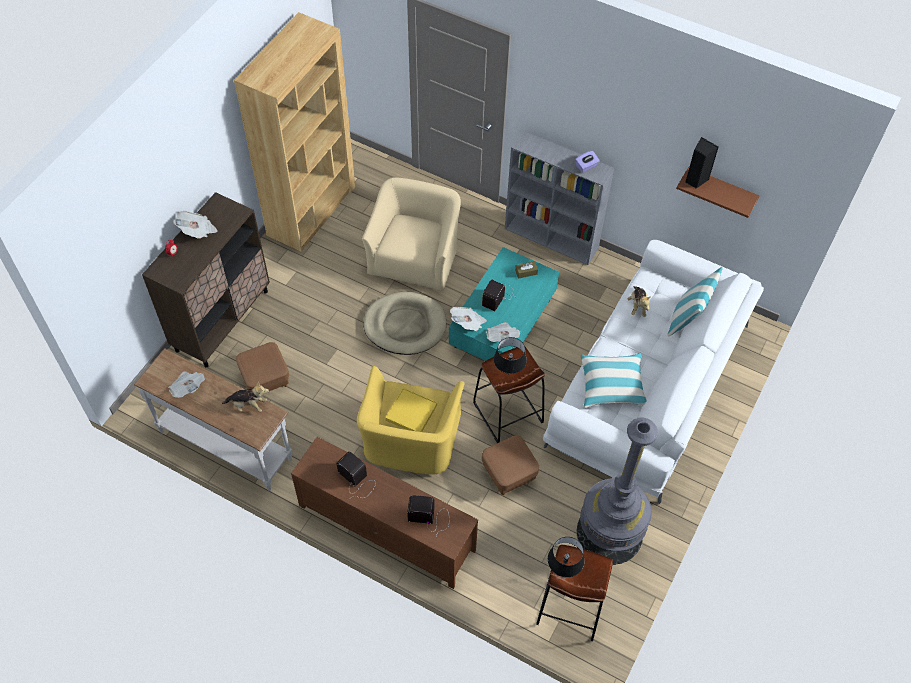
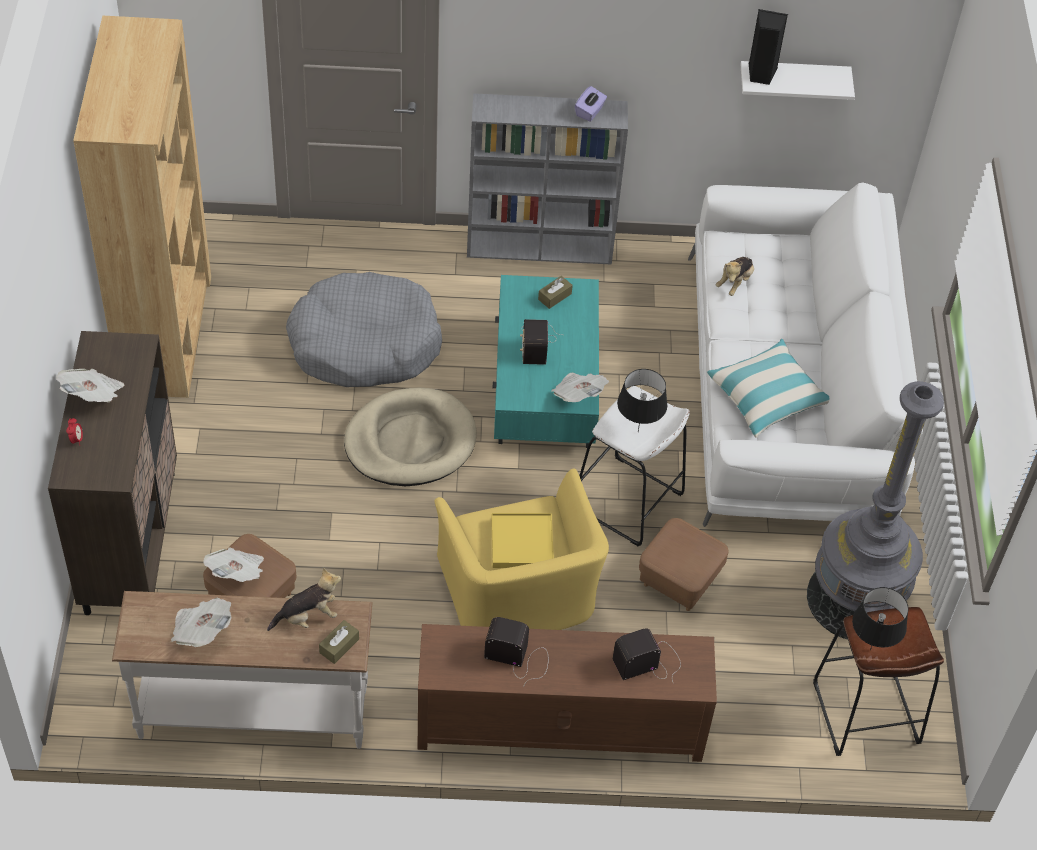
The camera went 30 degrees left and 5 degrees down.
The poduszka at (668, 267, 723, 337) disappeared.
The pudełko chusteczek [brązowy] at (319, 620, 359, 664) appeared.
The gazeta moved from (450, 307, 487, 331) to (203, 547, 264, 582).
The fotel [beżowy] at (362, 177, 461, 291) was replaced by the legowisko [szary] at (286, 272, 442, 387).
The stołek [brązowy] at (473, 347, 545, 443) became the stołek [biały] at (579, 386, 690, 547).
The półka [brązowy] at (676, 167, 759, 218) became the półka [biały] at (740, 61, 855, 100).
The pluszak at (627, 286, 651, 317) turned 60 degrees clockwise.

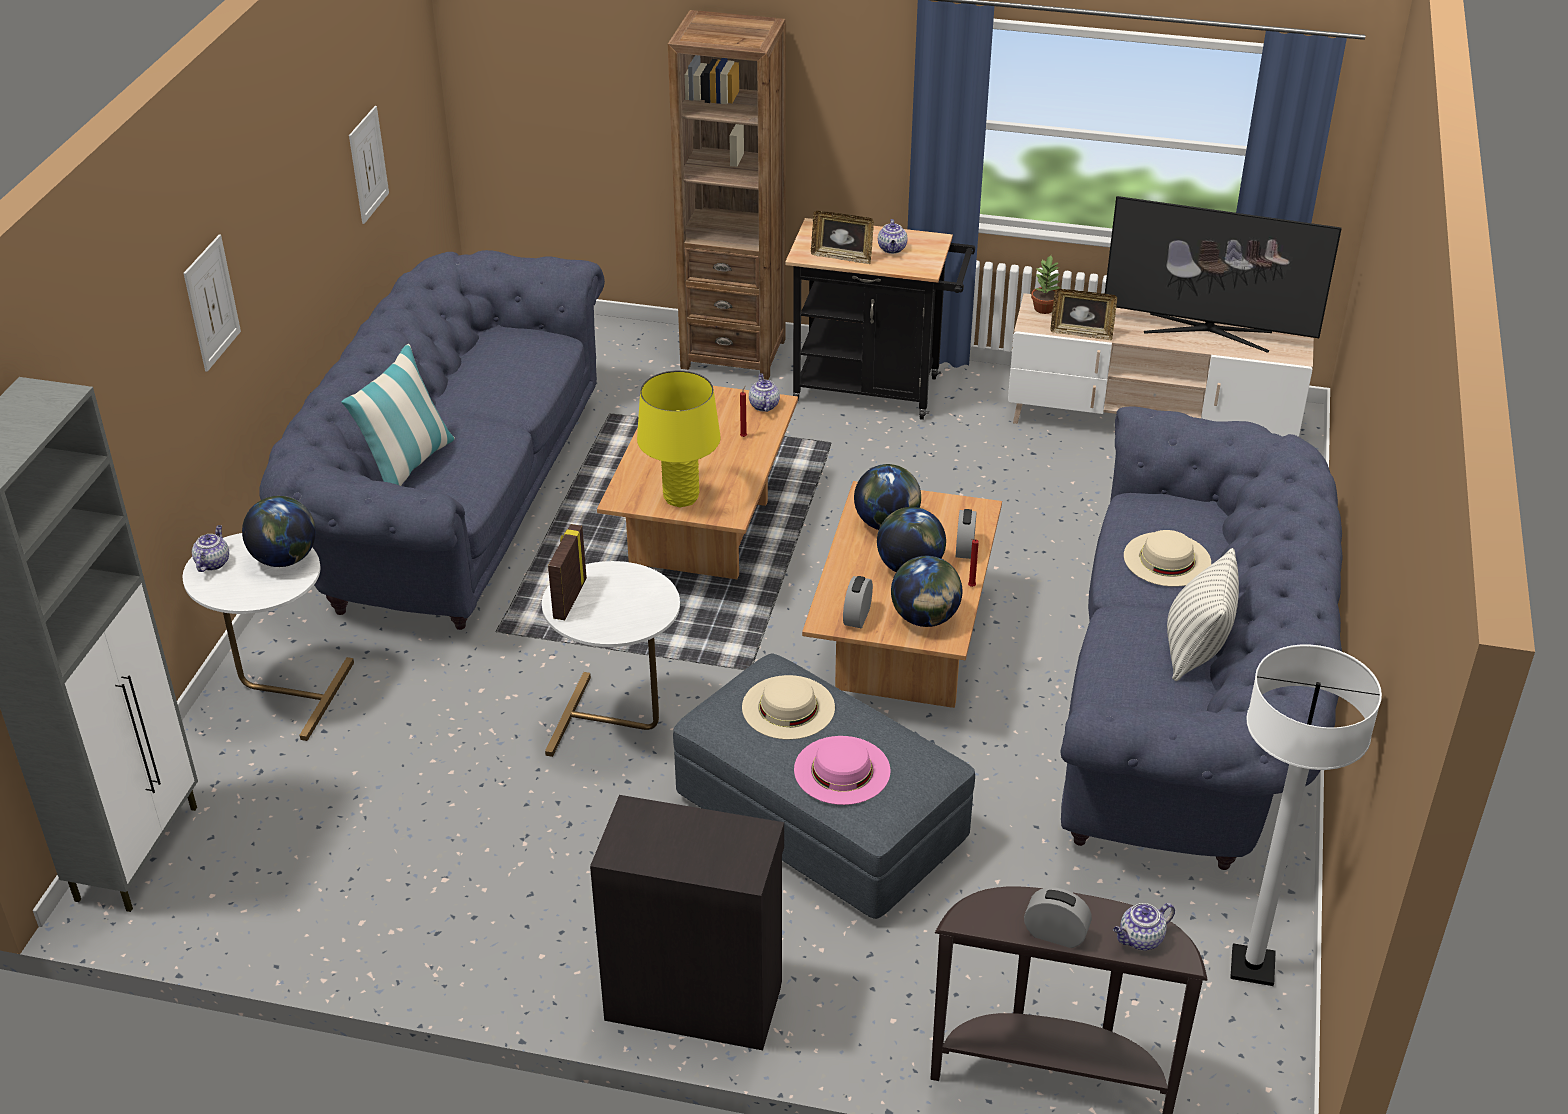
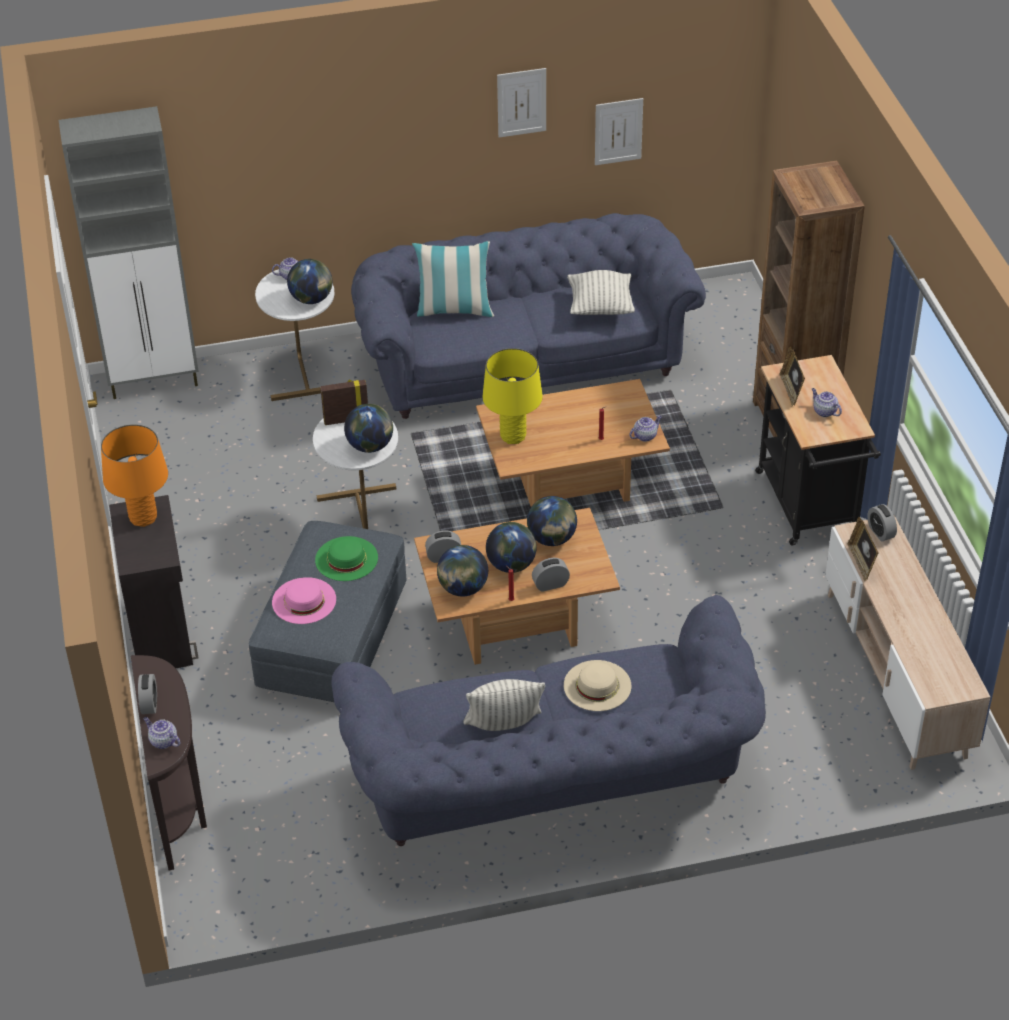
The camera went 65 degrees right and 5 degrees up.
The telewizor at (1105, 196, 1342, 353) disappeared.
The lampa stojąca [biały] at (1230, 645, 1382, 986) disappeared.
The lampa stołowa [pomarańczowy] at (101, 424, 168, 527) appeared.
The globus at (344, 404, 393, 453) appeared.
The poduszka at (567, 270, 635, 315) appeared.
The obraz moved from (183, 235, 241, 372) to (497, 68, 546, 137).
The roślina doniczkowa at (1031, 256, 1060, 314) was replaced by the budzik at (867, 504, 897, 542).
The kapelusz [beżowy] at (742, 675, 835, 740) became the kapelusz [zielony] at (315, 536, 378, 581).
The imbryk at (878, 219, 908, 254) turned 75 degrees clockwise.

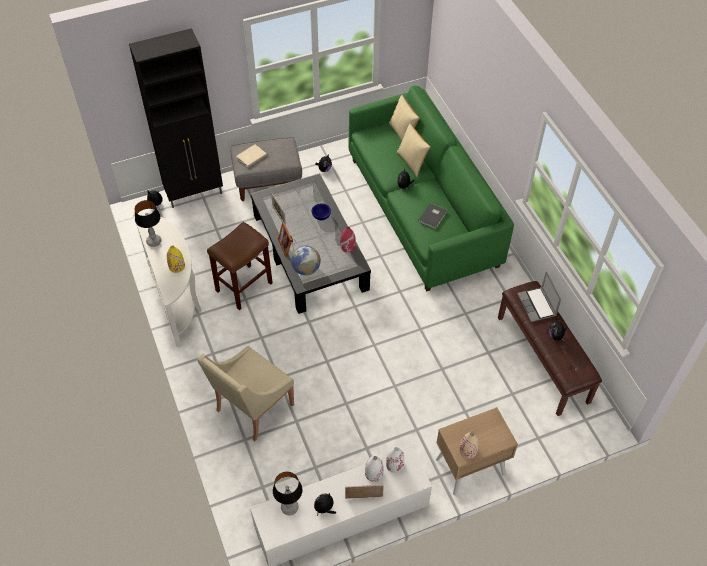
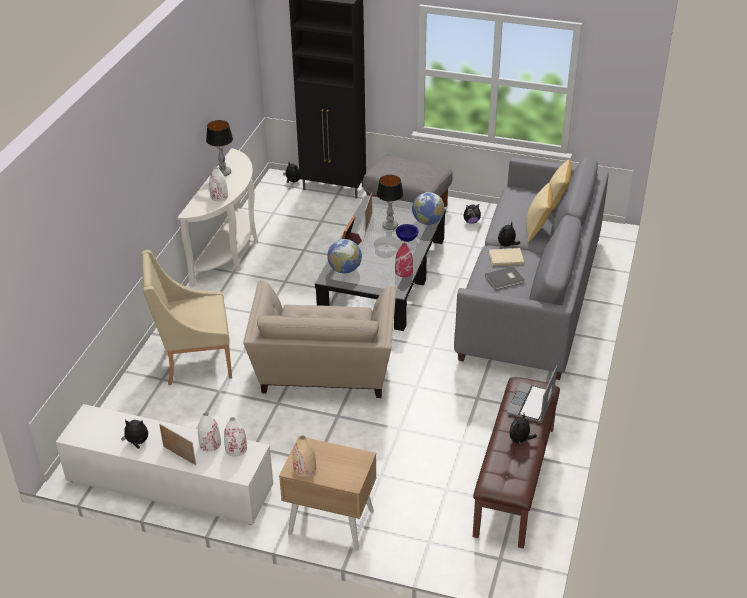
The camera went 40 degrees right and 15 degrees down.
The stołek [brązowy] at (207, 221, 273, 310) disappeared.
The fotel [beżowy] at (243, 281, 397, 398) appeared.
The globus at (412, 192, 445, 225) appeared.
The książka [beżowy] moved from (236, 144, 267, 167) to (489, 248, 524, 266).
The lampa stołowa moved from (273, 472, 303, 515) to (377, 175, 403, 230).
The wazon [żółty] at (167, 245, 185, 273) became the wazon [biały] at (209, 167, 228, 202).
The kanapa [zielony] at (348, 86, 514, 291) became the kanapa [szary] at (454, 157, 608, 380).

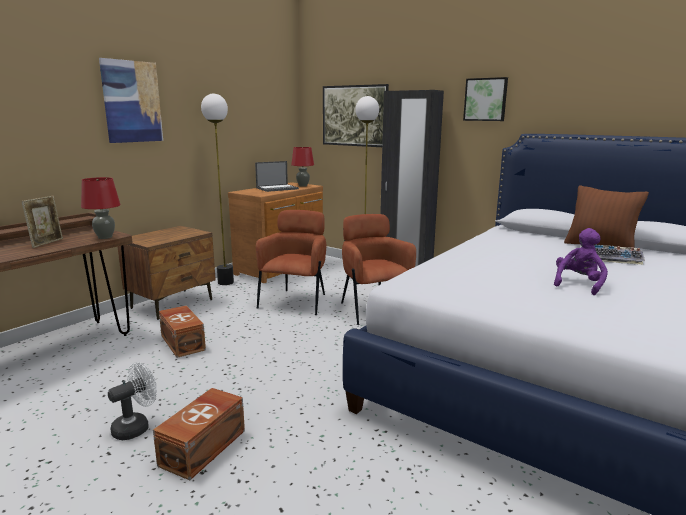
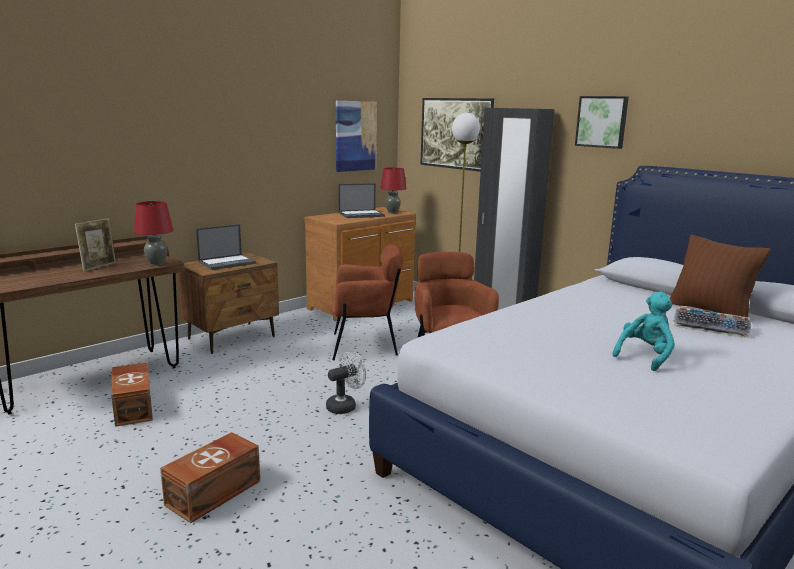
The camera went 10 degrees right and 0 degrees up.
The lampa stojąca at (201, 94, 234, 285) disappeared.
The laptop at (196, 224, 256, 270) appeared.
The obraz moved from (99, 58, 163, 143) to (336, 101, 377, 172).
The wentylator [biały] moved from (108, 362, 157, 440) to (326, 351, 366, 414).
The pojemnik do przechowywania [brązowy] moved from (159, 306, 206, 358) to (111, 363, 153, 427).
The pluszak [fioletowy] at (554, 228, 608, 295) became the pluszak [turkusowy] at (612, 291, 675, 371).
The fotel [brązowy] at (256, 210, 326, 315) turned 60 degrees clockwise.

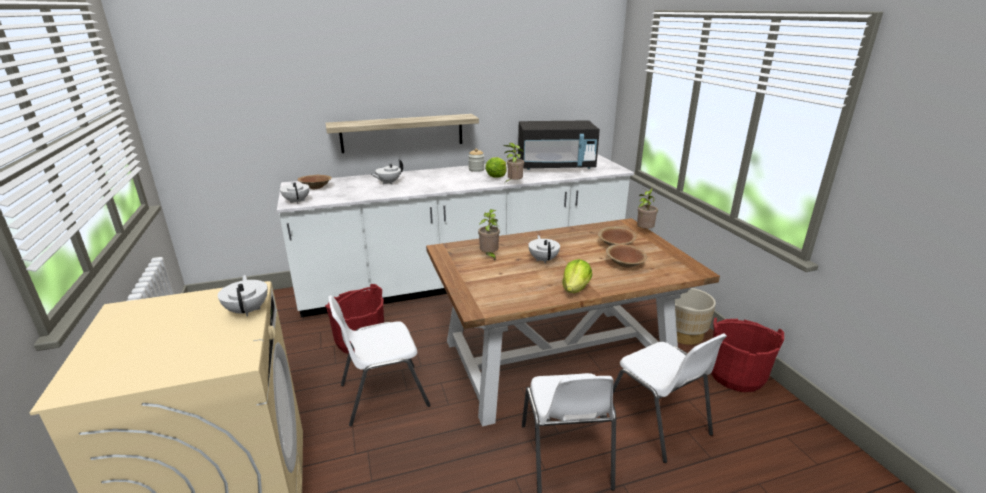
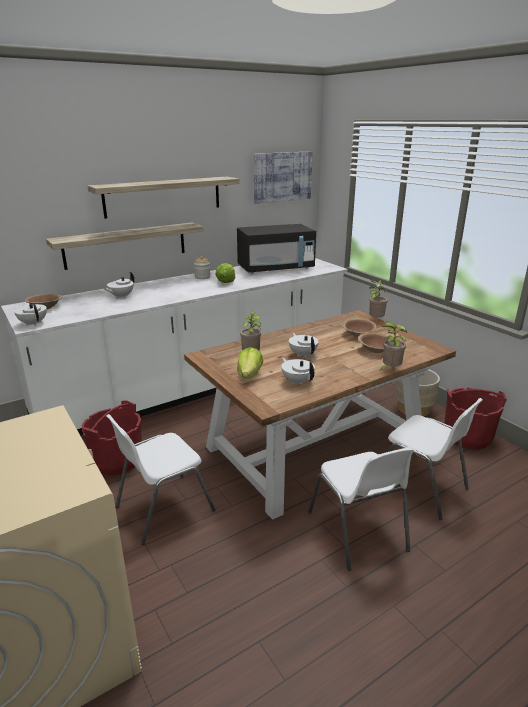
The camera went 15 degrees left and 0 degrees up.
The półka at (88, 177, 240, 219) appeared.
The obraz at (254, 151, 313, 204) appeared.
The imbryk [biały] moved from (218, 275, 268, 316) to (281, 357, 315, 385).
The roślina doniczkowa moved from (503, 143, 524, 182) to (378, 321, 407, 372).
The sałata moved from (562, 259, 592, 293) to (237, 347, 263, 378).

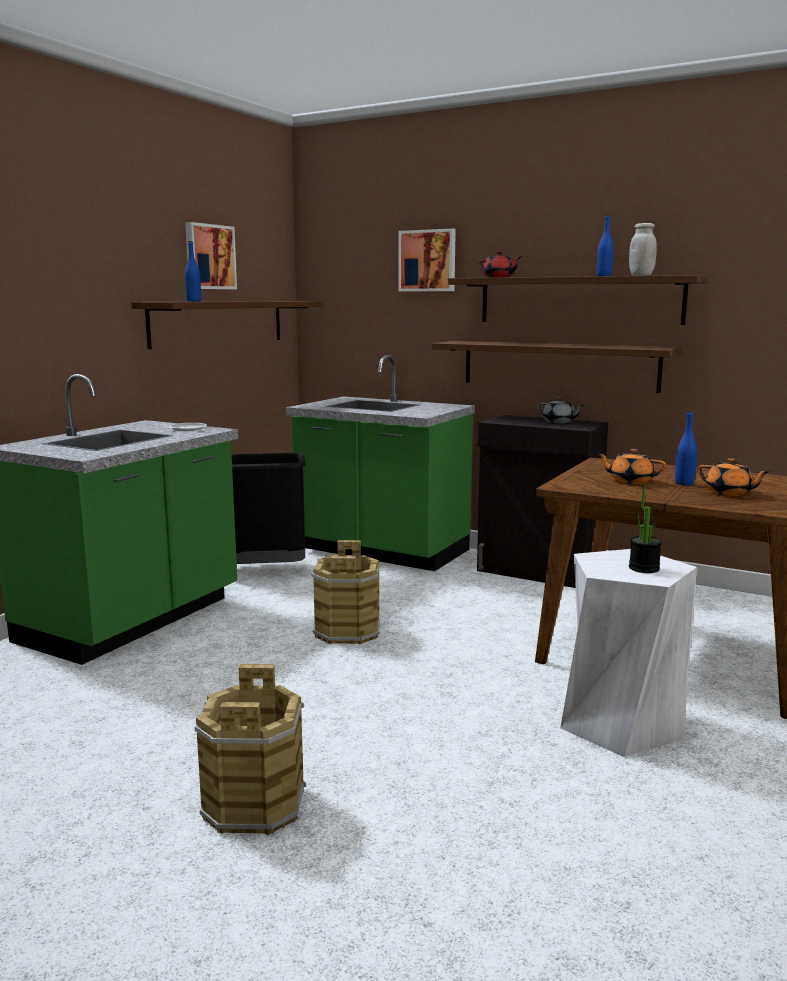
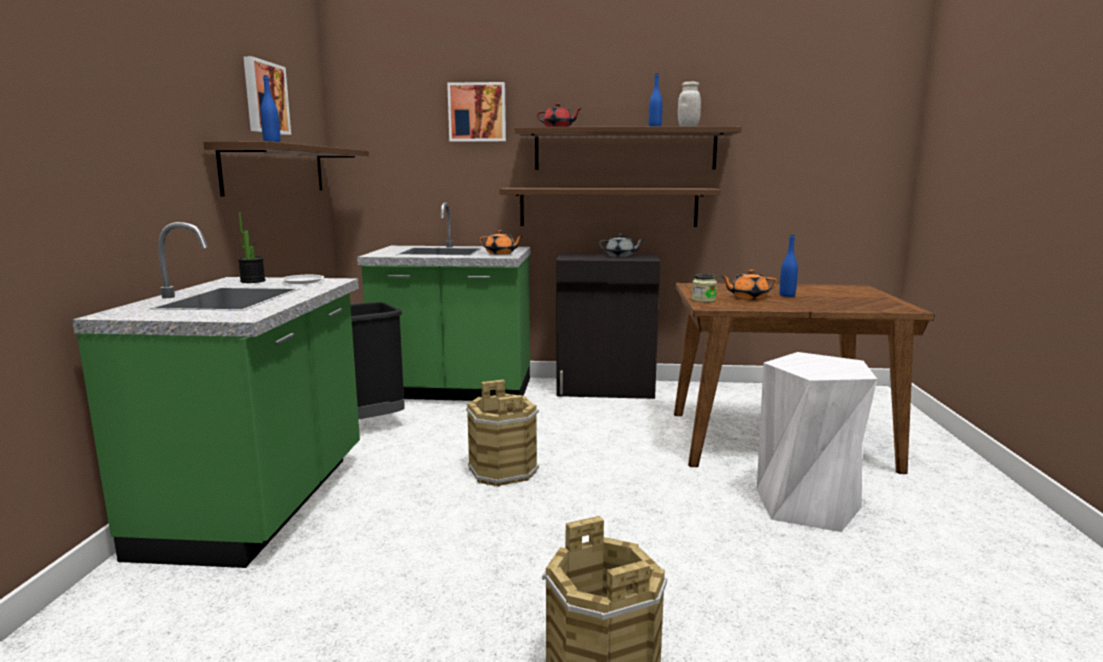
The camera went 25 degrees left and 0 degrees up.
The słoik at (692, 274, 717, 302) appeared.
The roślina doniczkowa moved from (629, 484, 662, 573) to (238, 212, 266, 283).
The imbryk [pomarańczowy] moved from (697, 458, 770, 496) to (480, 230, 523, 255).

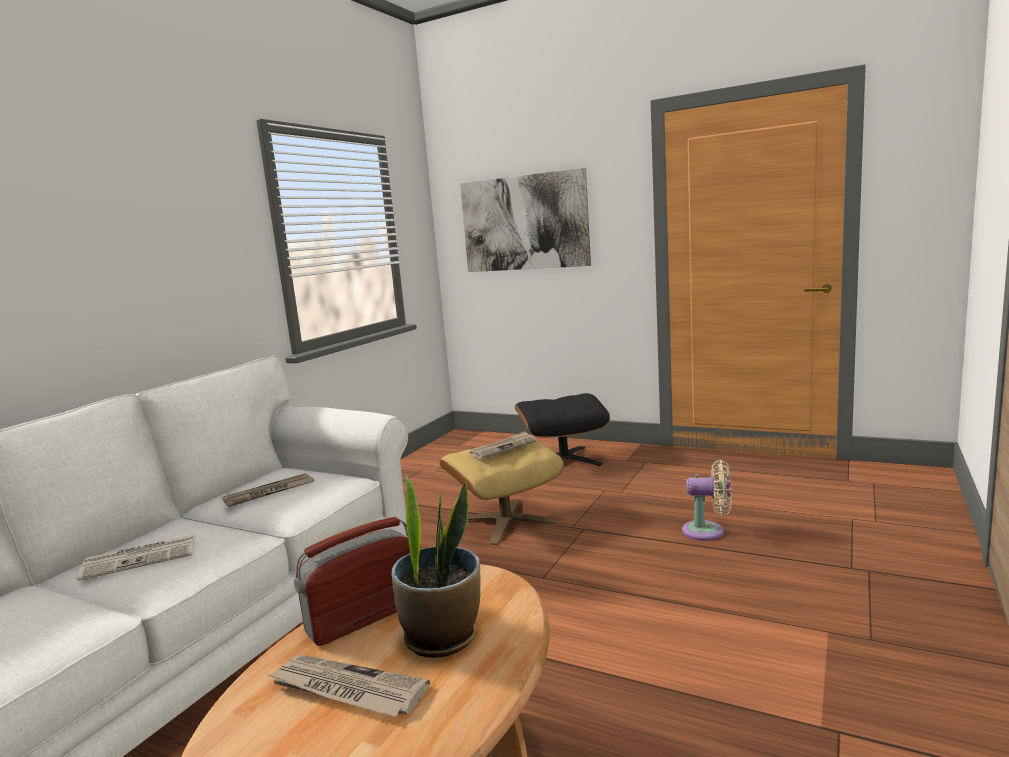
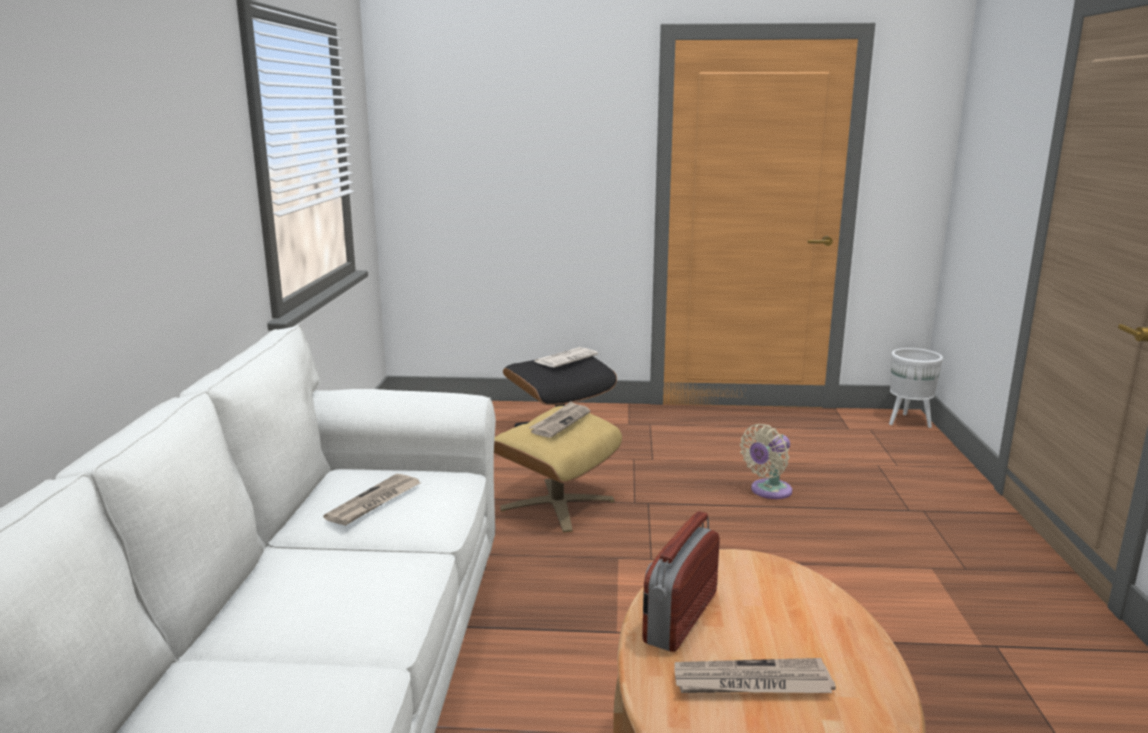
The camera went 25 degrees left and 5 degrees up.
The roślina doniczkowa at (391, 474, 481, 658) disappeared.
The obraz at (460, 168, 591, 272) disappeared.
The donica [biały] at (889, 348, 943, 428) appeared.
The gazeta moved from (77, 535, 195, 581) to (534, 347, 598, 367).
The wentylator [beżowy] at (682, 460, 732, 541) turned 150 degrees clockwise.

